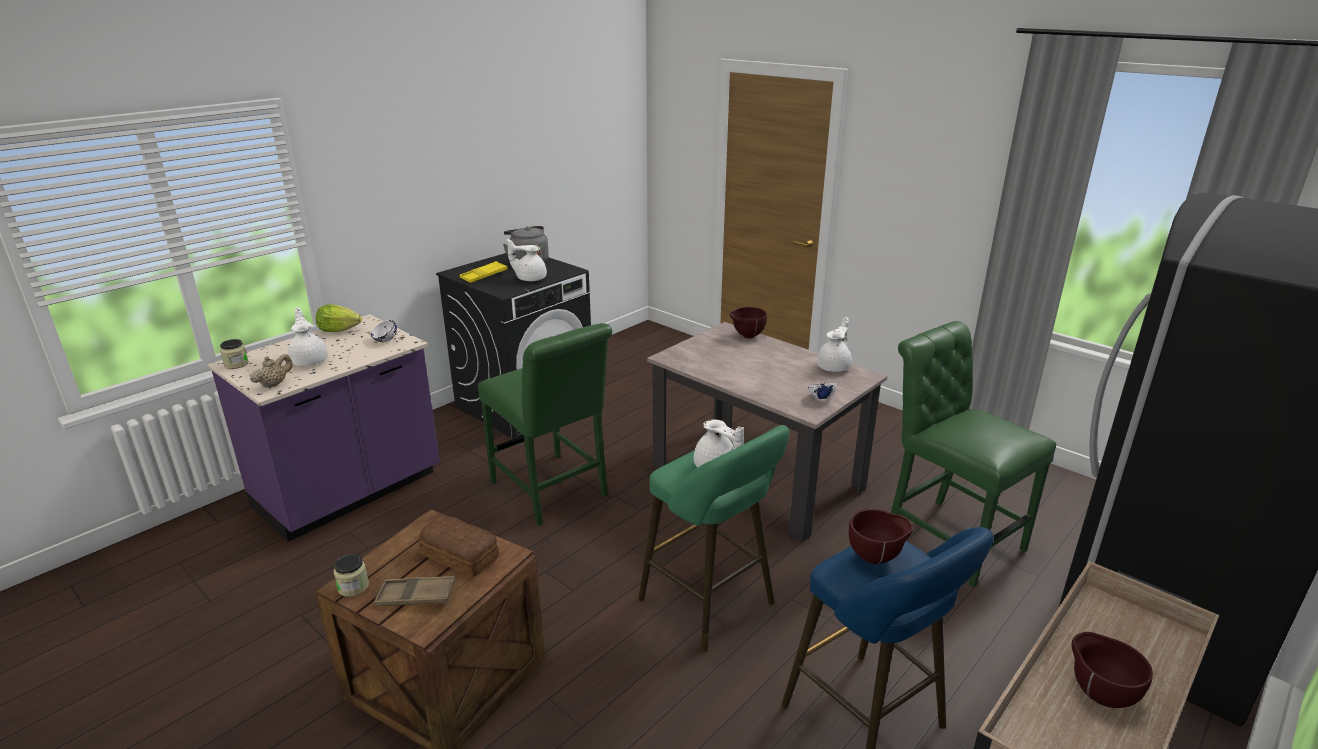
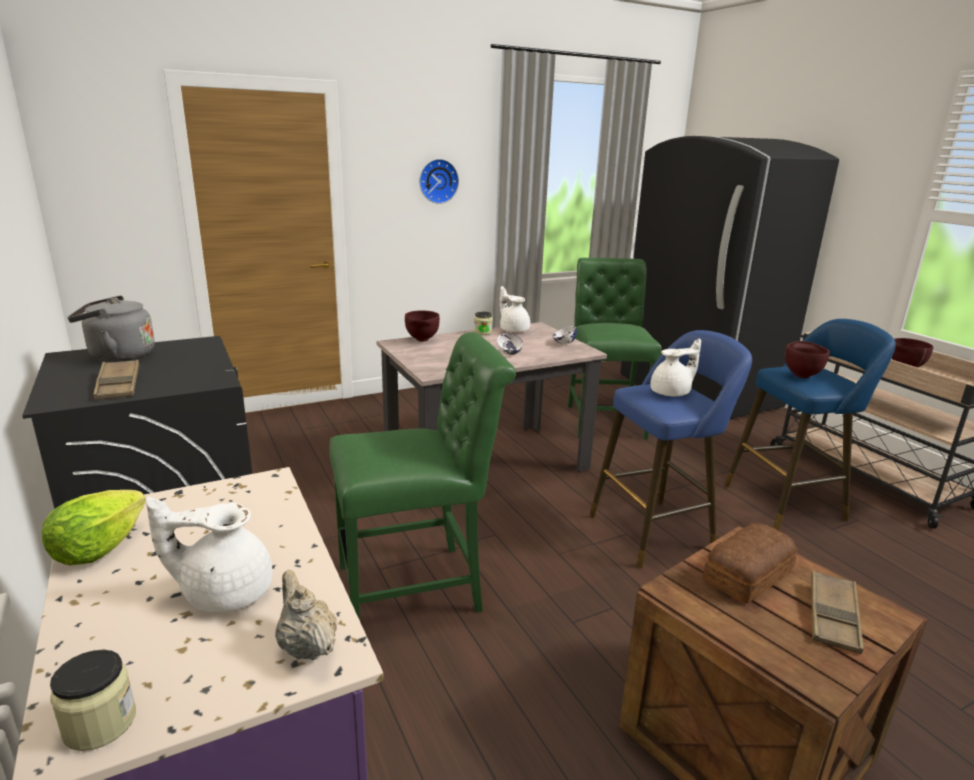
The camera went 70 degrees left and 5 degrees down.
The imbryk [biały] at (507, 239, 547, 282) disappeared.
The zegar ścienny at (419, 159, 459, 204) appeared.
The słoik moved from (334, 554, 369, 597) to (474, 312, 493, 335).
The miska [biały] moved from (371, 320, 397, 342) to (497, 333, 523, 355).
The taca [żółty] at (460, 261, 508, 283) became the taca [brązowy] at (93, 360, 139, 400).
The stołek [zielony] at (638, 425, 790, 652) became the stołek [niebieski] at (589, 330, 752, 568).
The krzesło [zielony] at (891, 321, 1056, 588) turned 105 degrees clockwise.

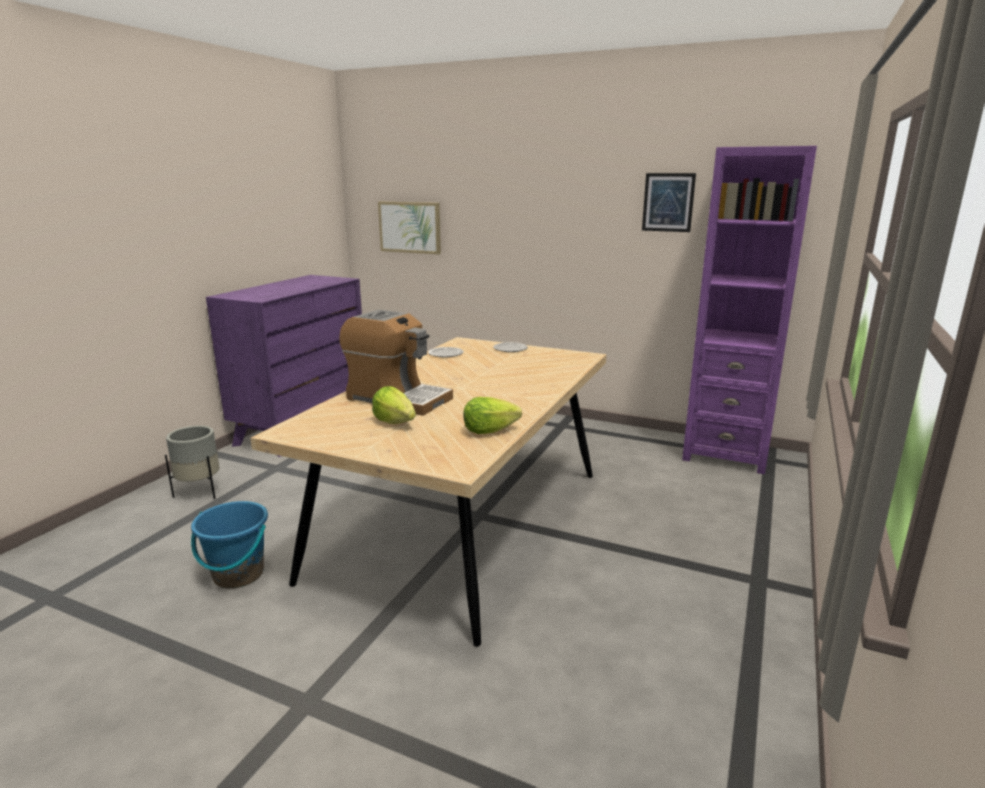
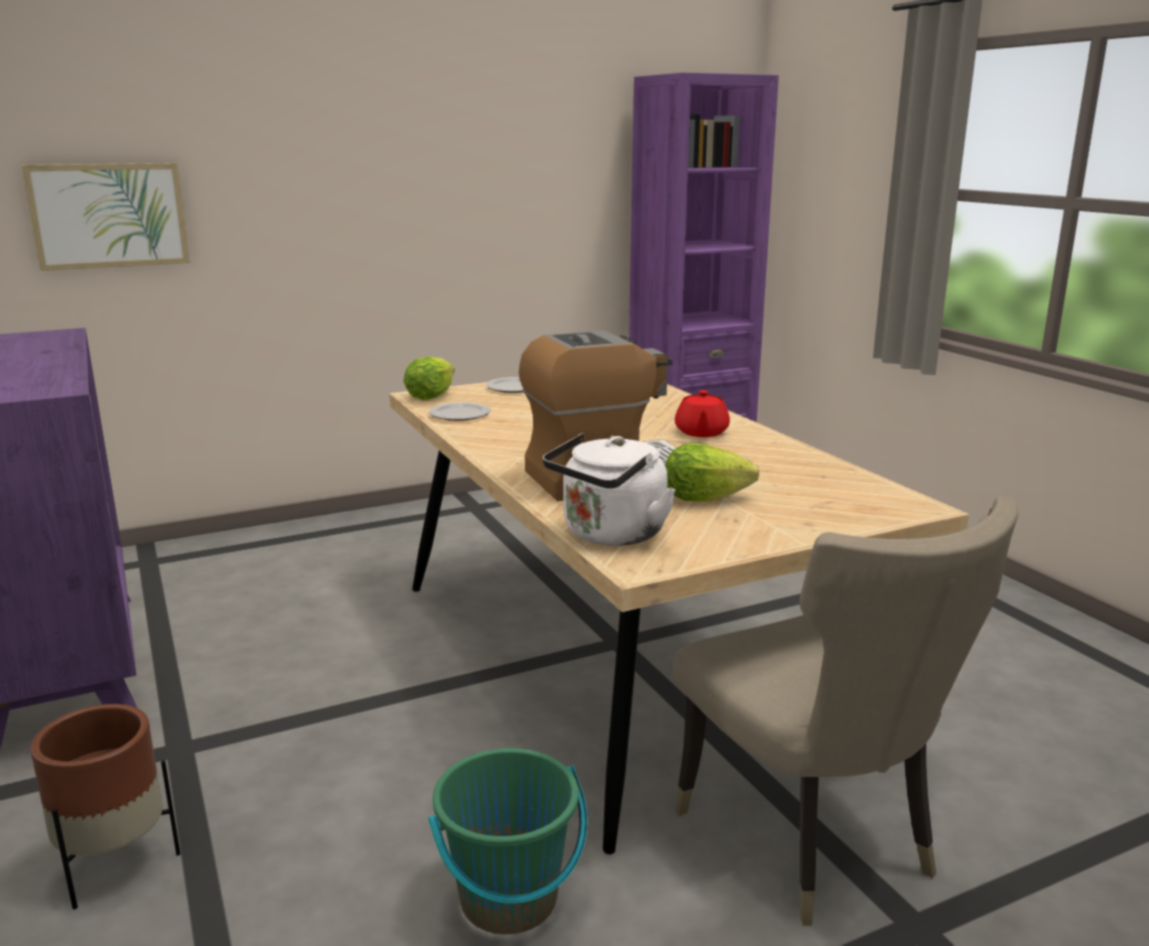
The camera went 50 degrees left and 0 degrees up.
The obraz at (642, 173, 696, 232) disappeared.
The czajnik [biały] at (543, 433, 676, 546) appeared.
The krzesło [beżowy] at (673, 496, 1018, 926) appeared.
The imbryk [czerwony] at (675, 390, 730, 437) appeared.
The sałata moved from (463, 397, 522, 434) to (403, 356, 455, 400).
The donica [szary] at (165, 425, 220, 499) became the donica [brązowy] at (30, 704, 180, 909).
The wiadro [niebieski] at (191, 501, 268, 588) became the wiadro [zielony] at (428, 748, 588, 934).

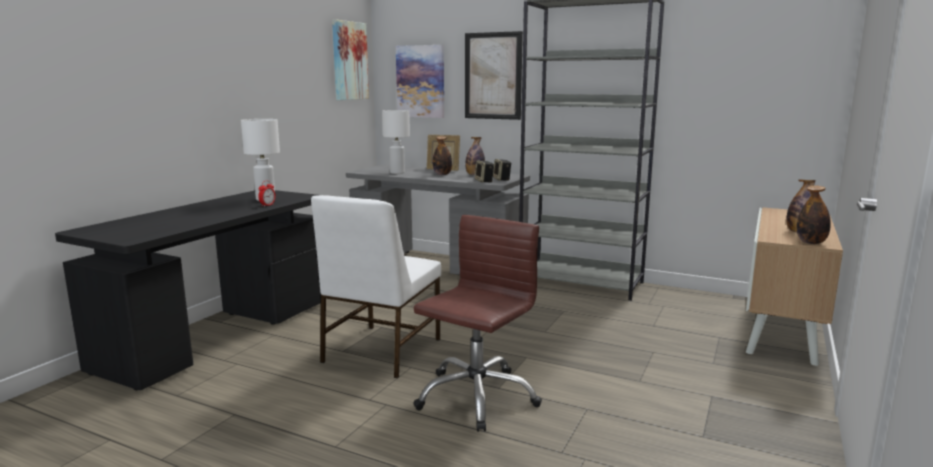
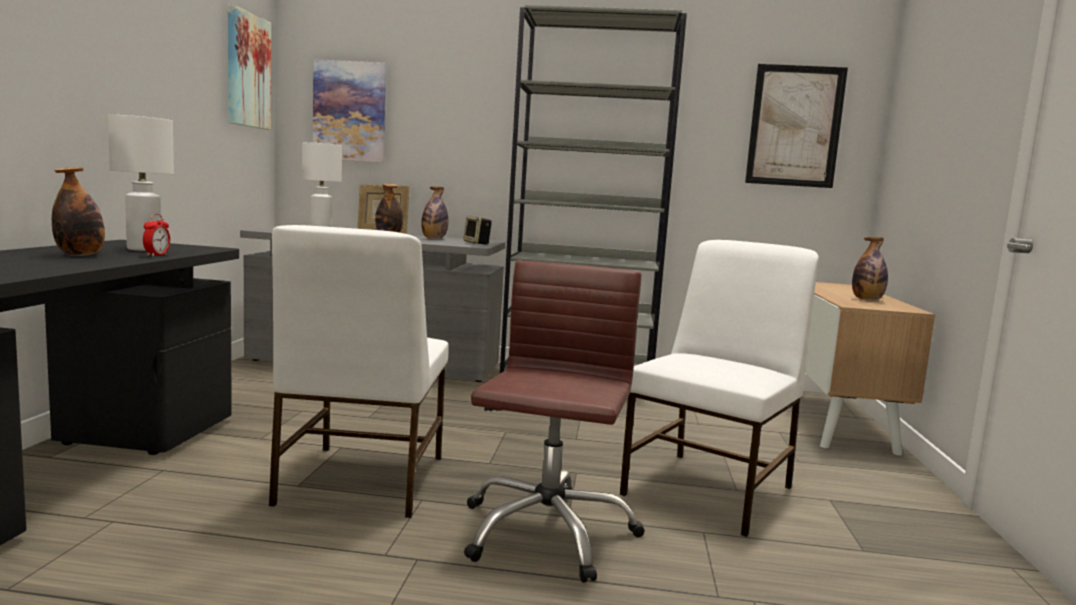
The camera went 20 degrees left and 5 degrees down.
The głośnik at (475, 160, 494, 182) disappeared.
The krzesło [biały] at (620, 240, 819, 537) appeared.
The obraz moved from (465, 31, 523, 120) to (745, 64, 848, 188).
The butelka moved from (797, 185, 831, 244) to (52, 167, 105, 256).

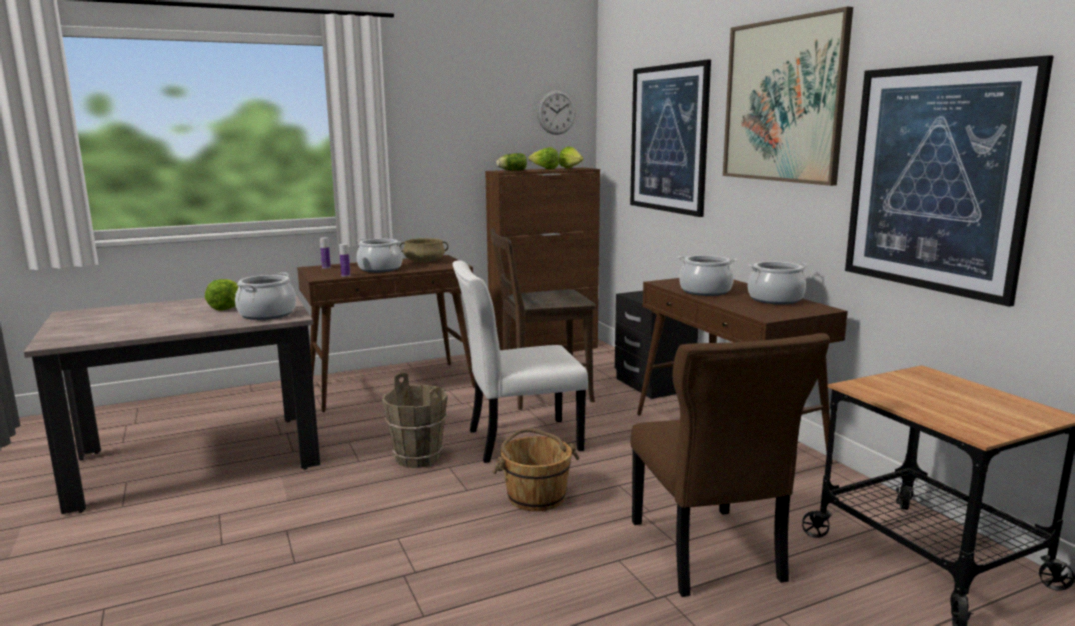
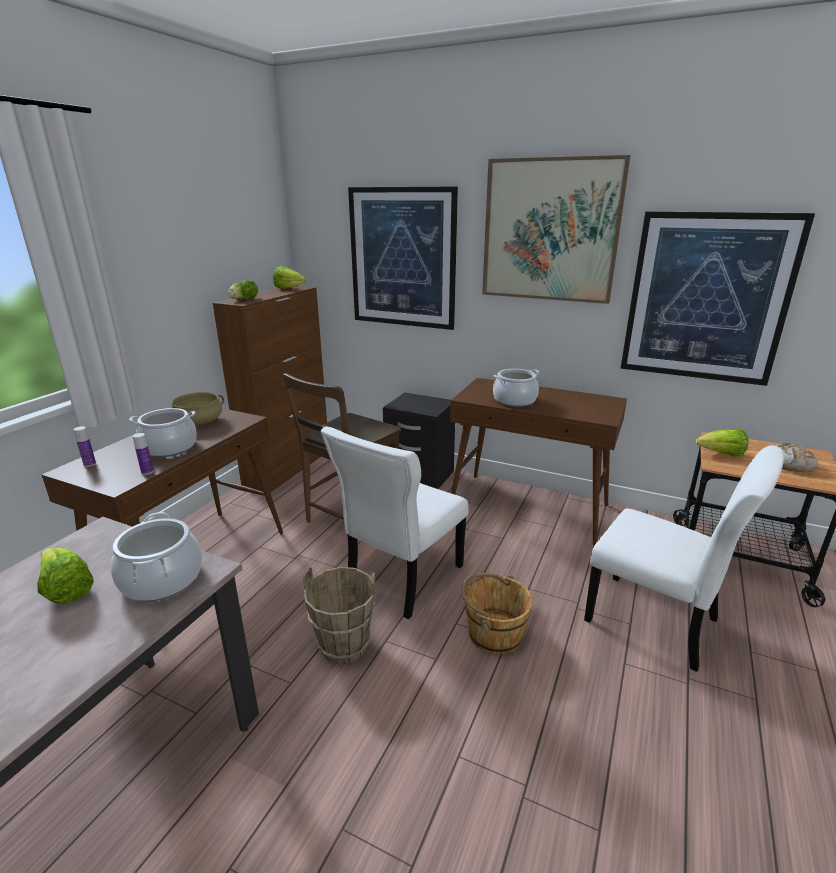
The camera went 40 degrees left and 10 degrees up.
The zegar ścienny at (537, 90, 576, 135) disappeared.
The garnek at (748, 262, 809, 305) disappeared.
The chleb at (776, 443, 817, 472) appeared.
The sałata moved from (528, 147, 559, 170) to (696, 429, 749, 456).
The krzesło [brązowy] at (631, 333, 830, 597) became the krzesło [biały] at (584, 445, 784, 672).

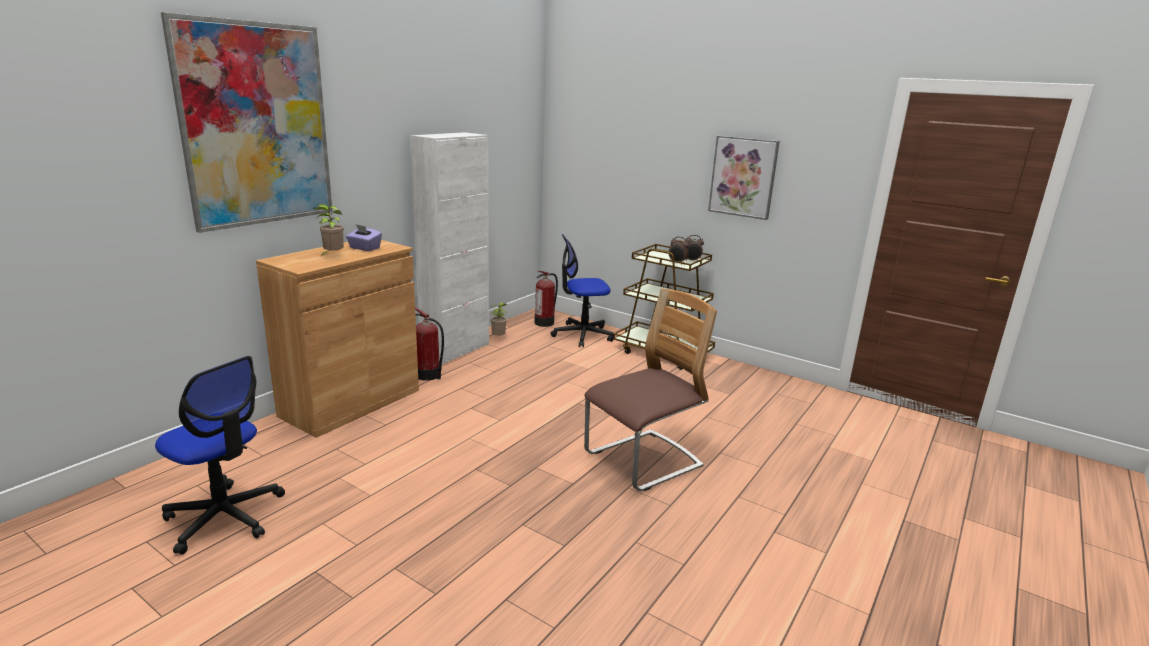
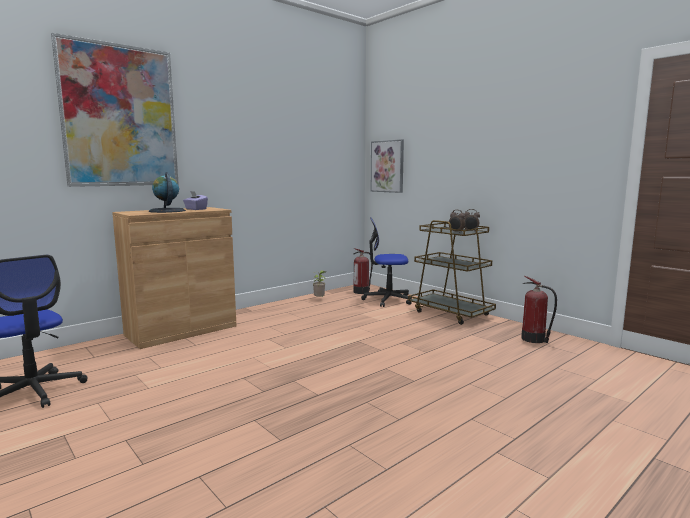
The camera went 15 degrees right and 10 degrees down.
The szafka [biały] at (410, 132, 489, 365) disappeared.
The krzesło at (584, 289, 717, 491) disappeared.
The gaśnica moved from (415, 307, 444, 381) to (521, 276, 557, 343).
The obraz moved from (708, 135, 780, 220) to (371, 139, 404, 193).
The roślina doniczkowa at (313, 204, 344, 257) was replaced by the globus at (149, 172, 186, 213).

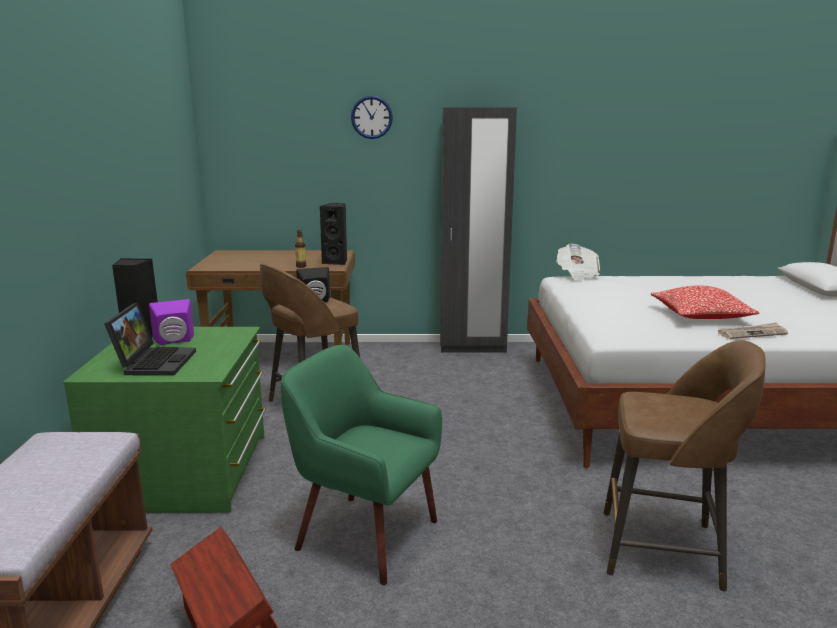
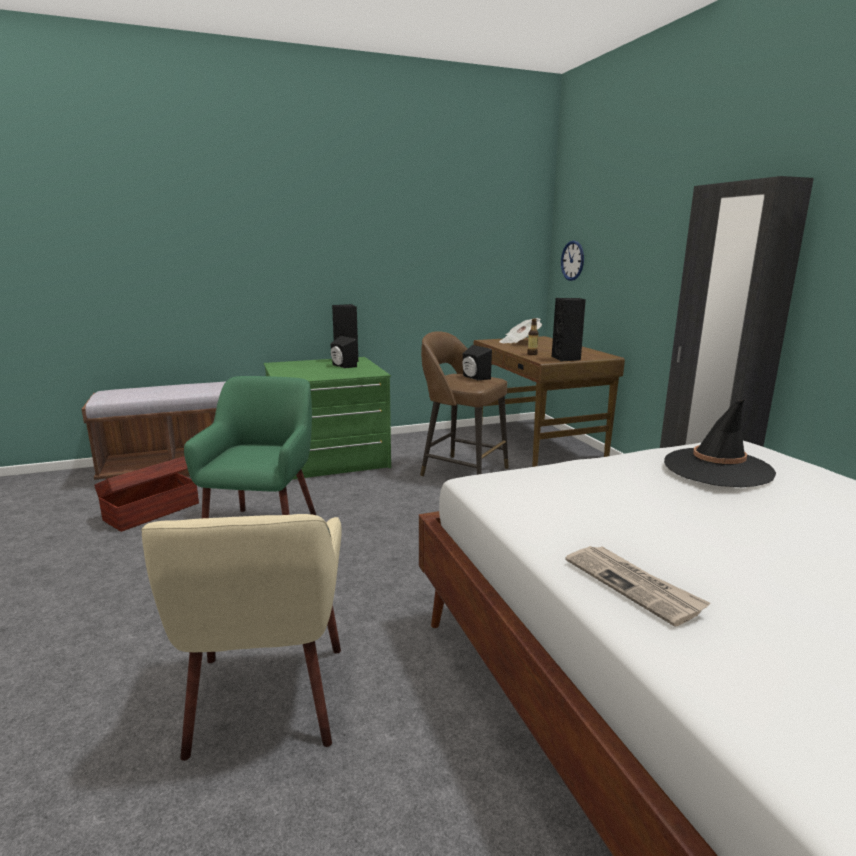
The camera went 70 degrees right and 0 degrees up.
The laptop at (104, 303, 196, 376) disappeared.
The poduszka at (651, 286, 759, 319) disappeared.
The kapelusz [czarny] at (664, 400, 776, 487) appeared.
The zegar ścienny moved from (351, 96, 393, 139) to (561, 241, 584, 281).
The gazeta moved from (556, 244, 600, 280) to (499, 318, 542, 343).
The stołek [brązowy] at (604, 340, 766, 592) was replaced by the fotel [beżowy] at (141, 514, 342, 761).
The głośnik [fioletowy] at (149, 299, 194, 345) became the głośnik [czarny] at (330, 336, 357, 368).

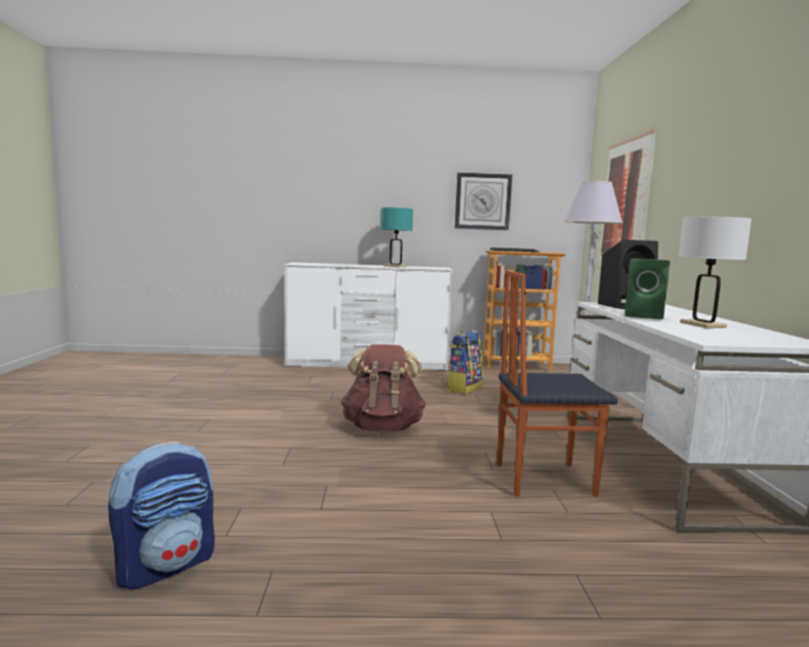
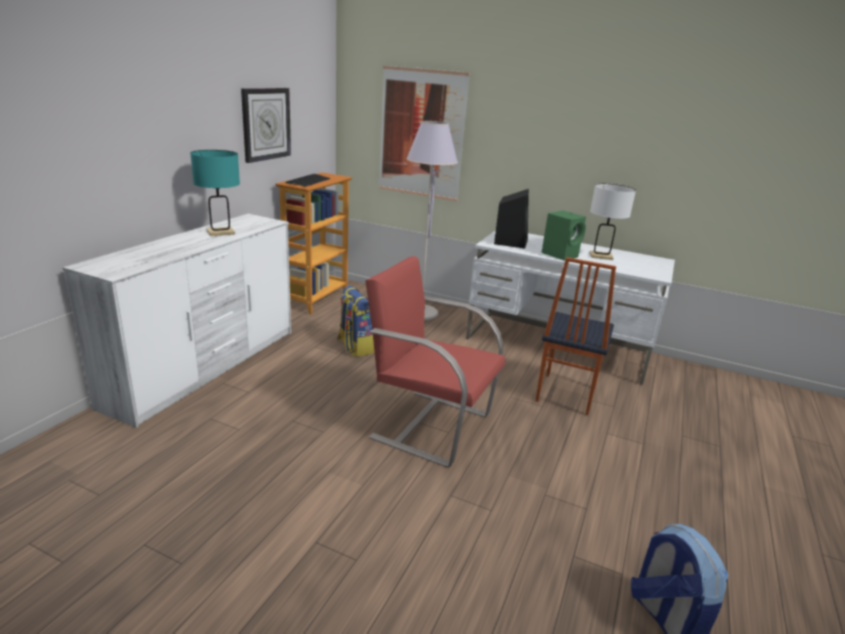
The camera went 65 degrees left and 15 degrees up.
The plecak [brązowy] at (341, 345, 426, 431) was replaced by the fotel [czerwony] at (365, 256, 505, 468).

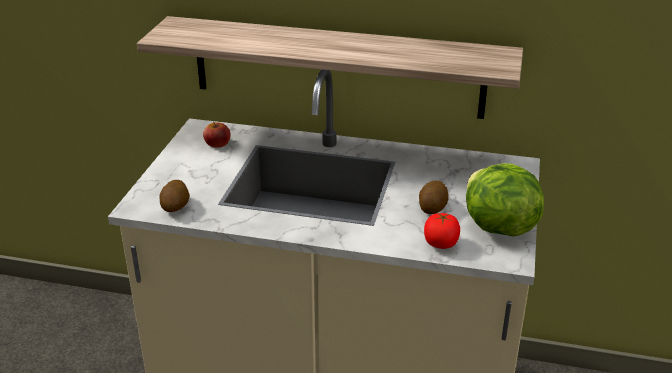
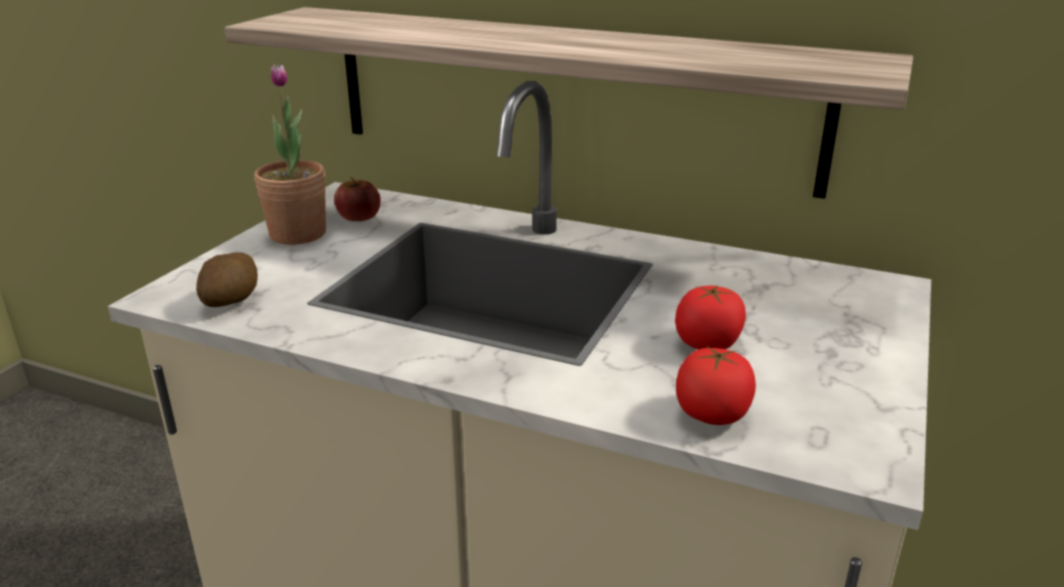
The camera went 10 degrees right and 5 degrees down.
The sałata at (466, 163, 544, 237) disappeared.
The roślina doniczkowa at (254, 65, 326, 245) appeared.
The ziemniak at (419, 181, 449, 214) was replaced by the pomidor at (675, 285, 746, 350).

